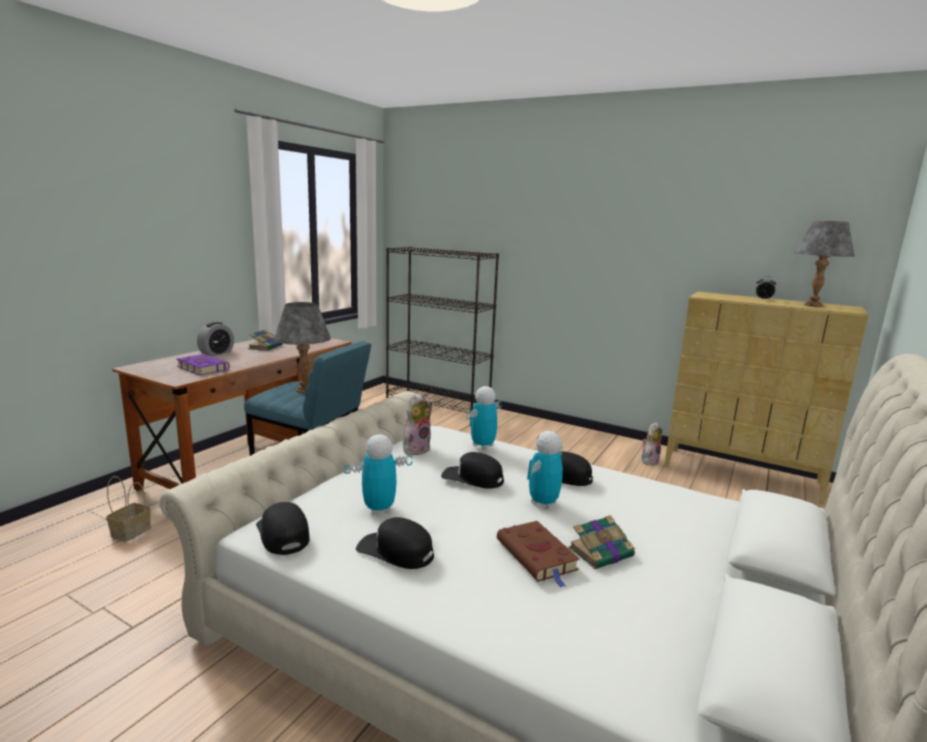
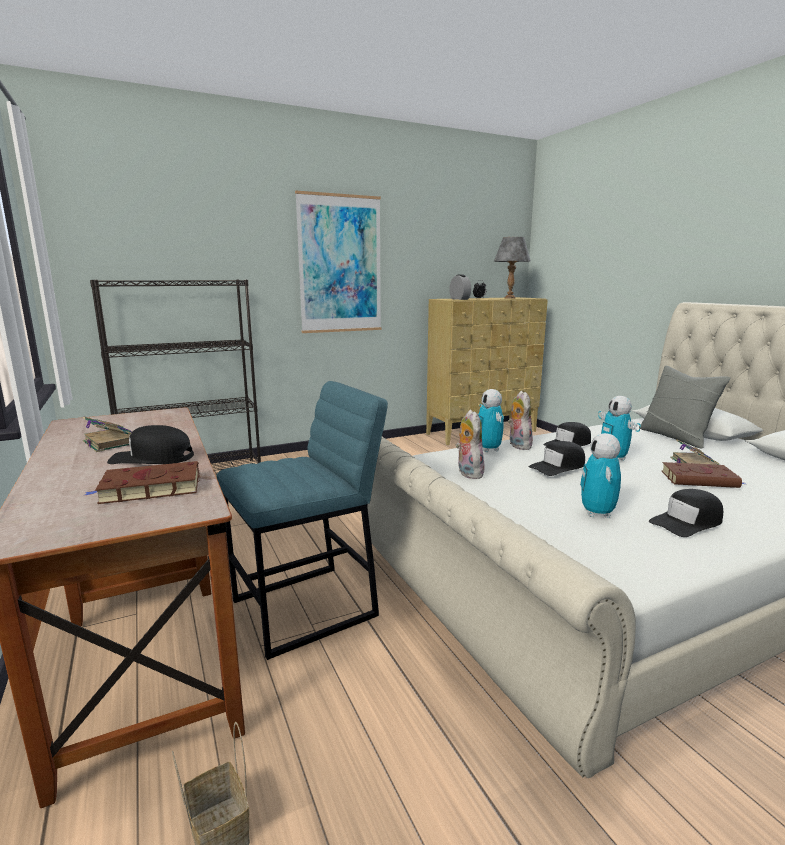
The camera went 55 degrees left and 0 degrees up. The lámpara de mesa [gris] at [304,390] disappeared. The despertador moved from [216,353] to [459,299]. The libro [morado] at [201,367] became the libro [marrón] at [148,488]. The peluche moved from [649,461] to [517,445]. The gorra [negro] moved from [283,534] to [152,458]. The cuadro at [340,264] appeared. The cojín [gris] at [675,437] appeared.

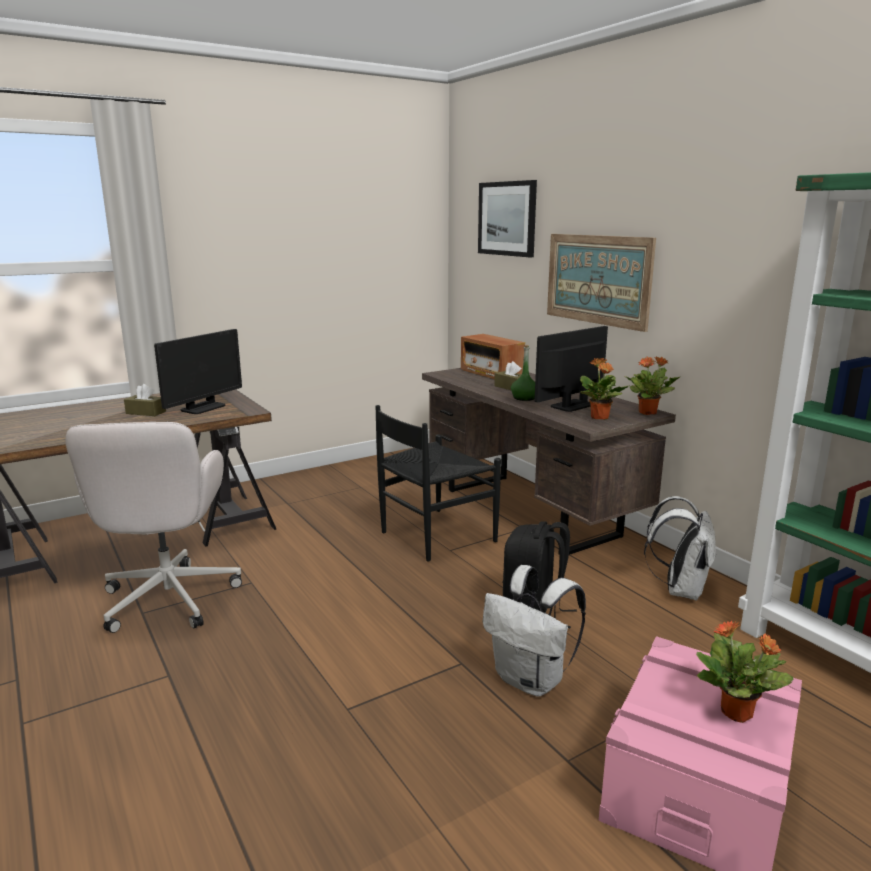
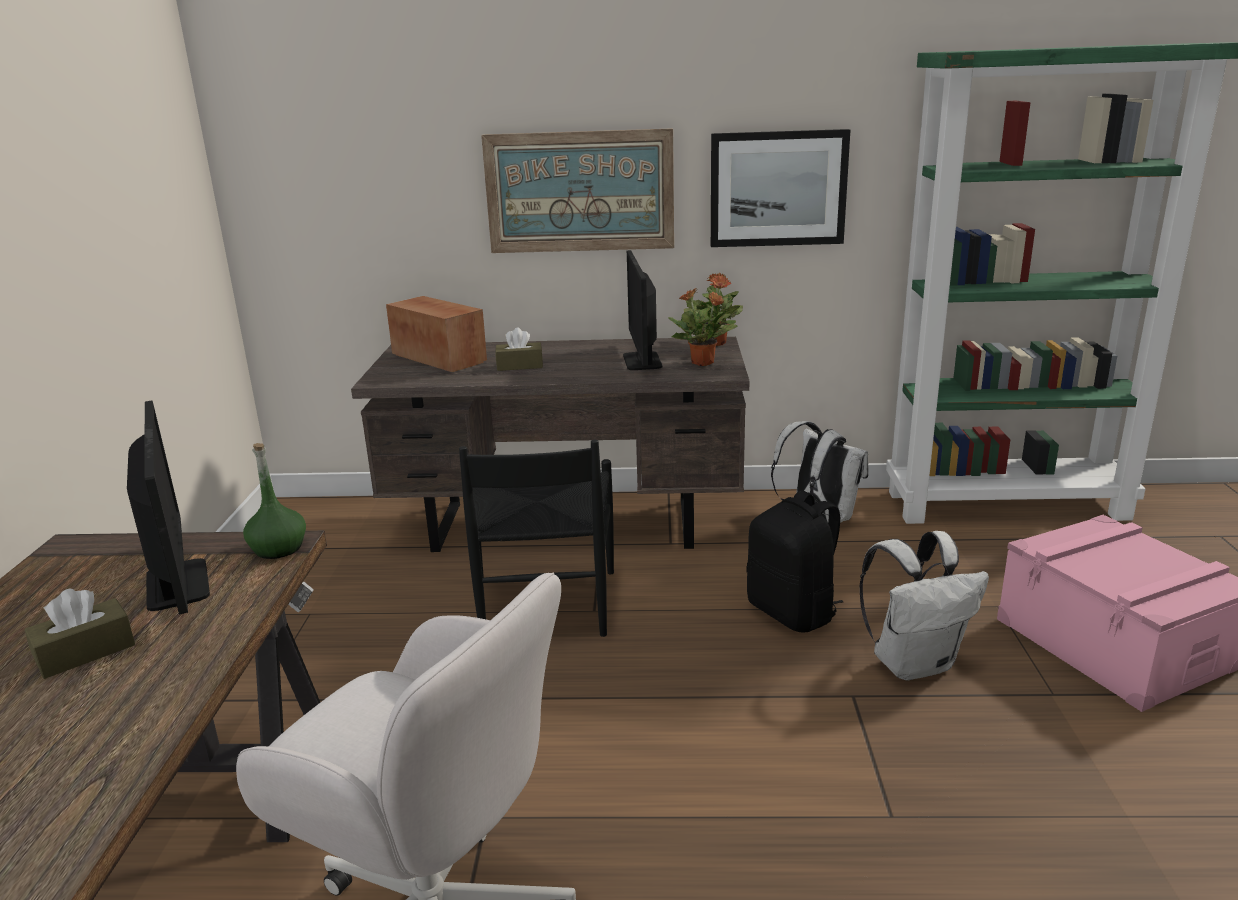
The camera went 55 degrees left and 5 degrees up. The cuadro moved from [507,218] to [778,189]. The radio at [491,374] turned 135 degrees counterclockwise. The botella [verde] moved from [524,398] to [279,548]. The planta en maceta at [737,713] disappeared.

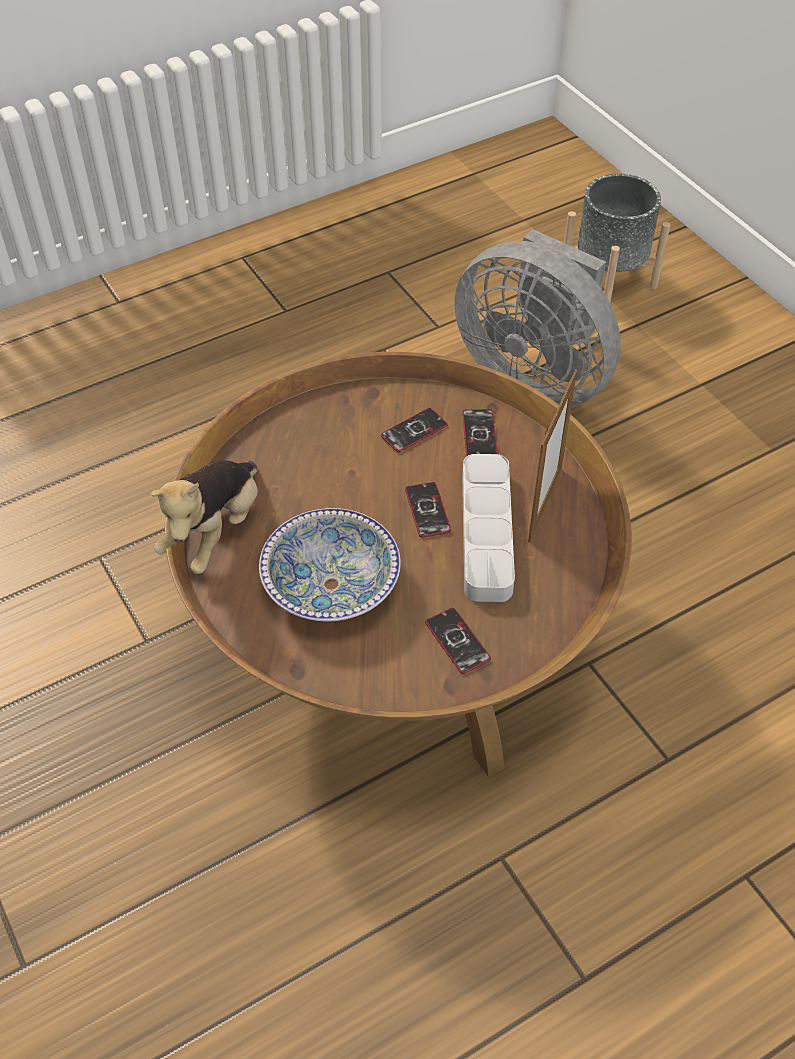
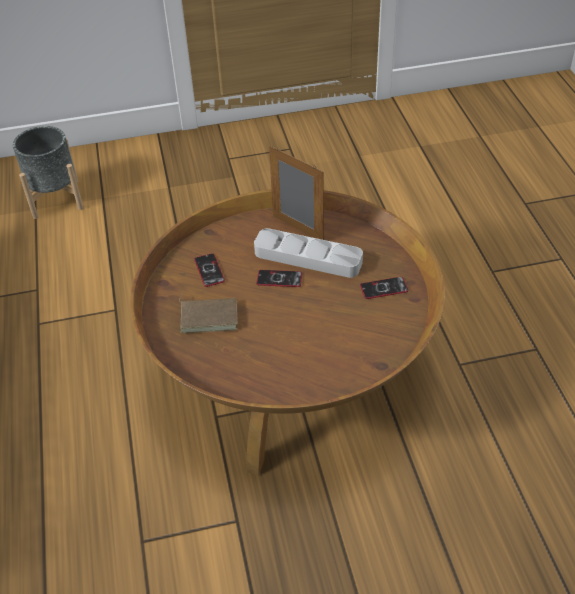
The camera went 70 degrees left and 5 degrees down. The ventilador [gris] at [535,377] disappeared. The móvil at [479,434] disappeared. The peluche at [214,532] disappeared. The cuenco at [331,585] disappeared. The libro [marrón] at [209,316] appeared.

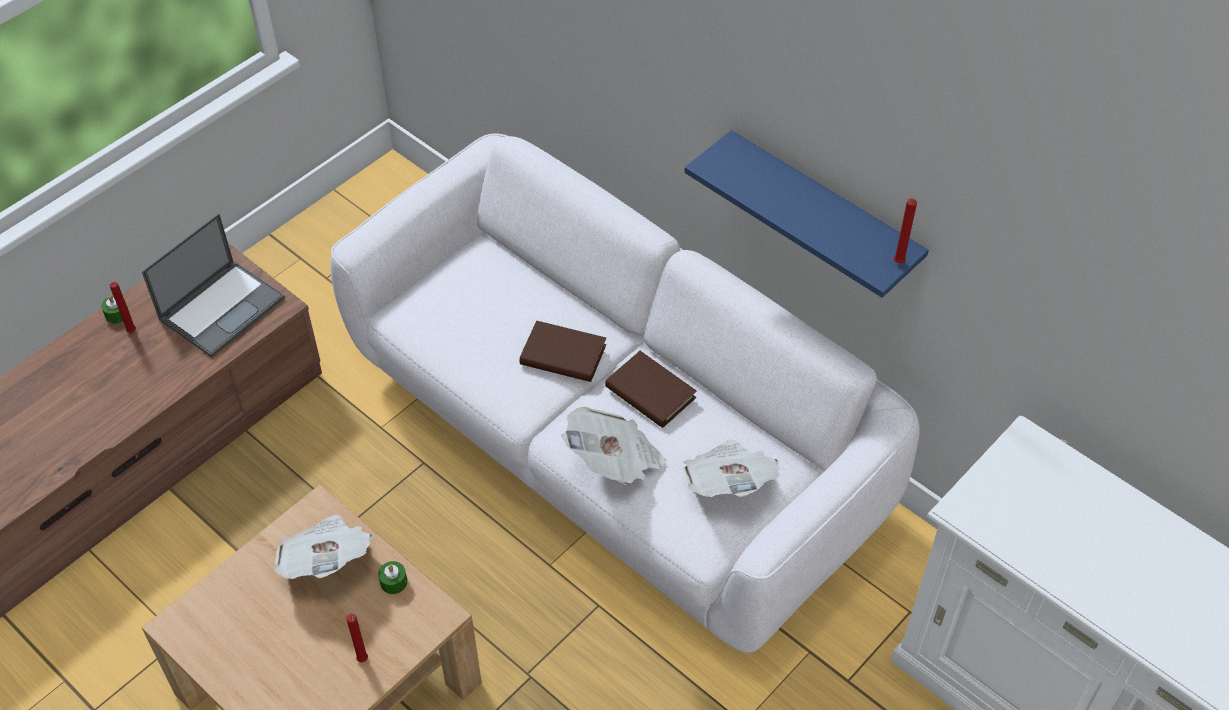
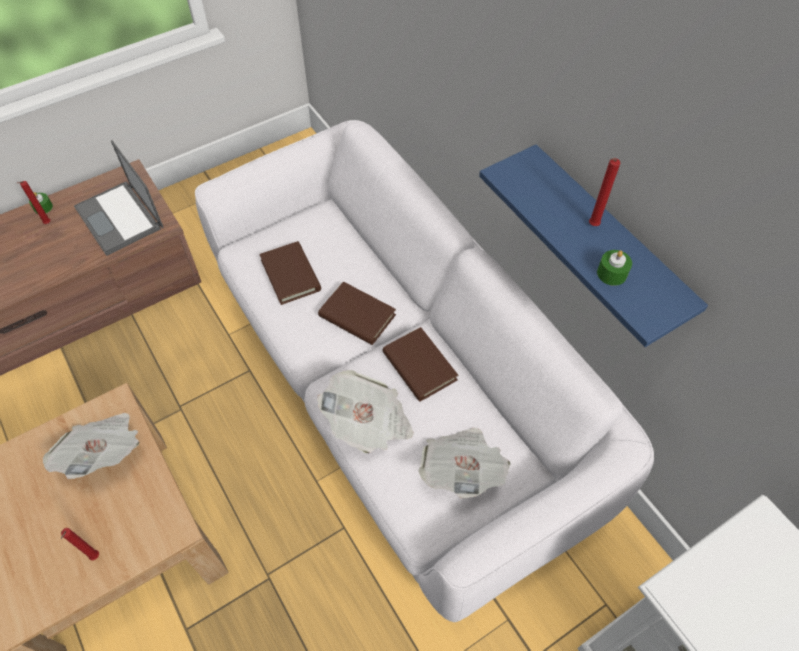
The camera went 15 degrees right and 5 degrees up. The vela [rojo] moved from [897,264] to [592,226]. The portátil at [223,307] turned 90 degrees clockwise. The vela [verde] moved from [393,582] to [611,273]. The libro [marrón] at [290,275] appeared.

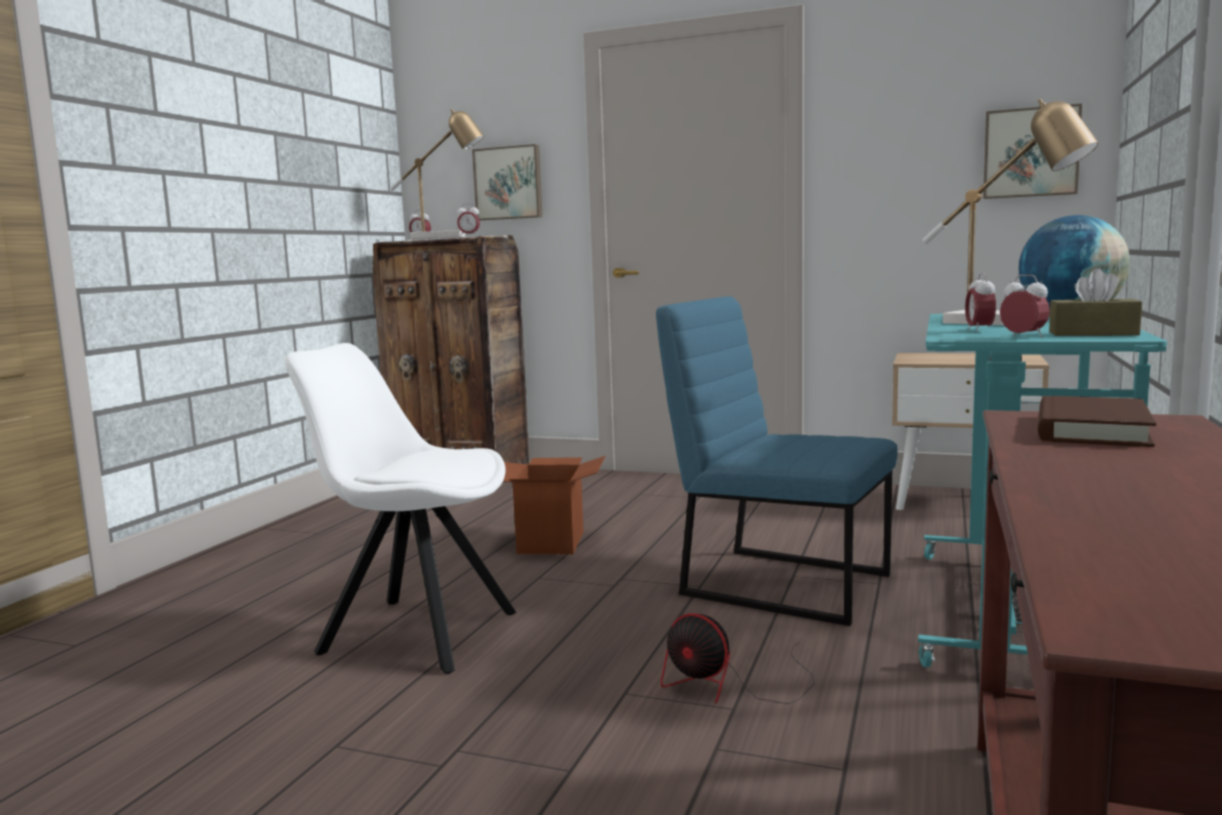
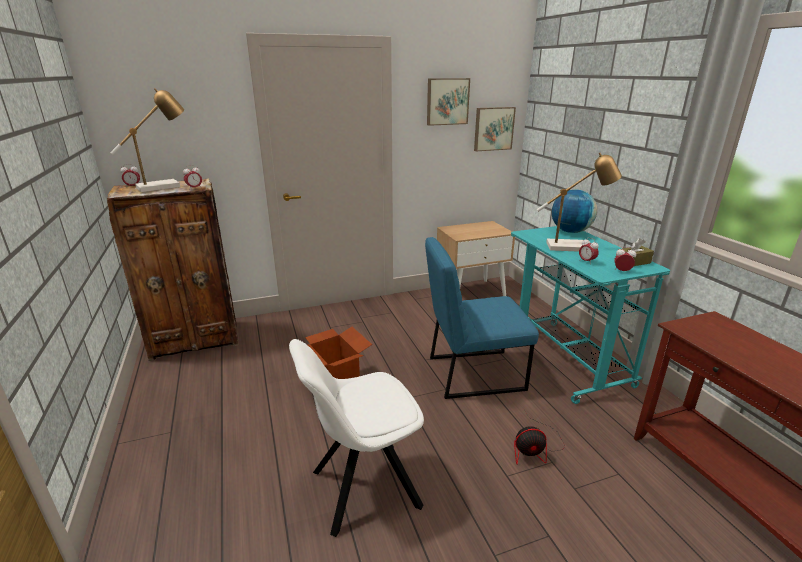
The camera went 40 degrees left and 15 degrees up. The cuadro moved from [509,183] to [447,101]. The libro [marrón] at [1091,430] disappeared.

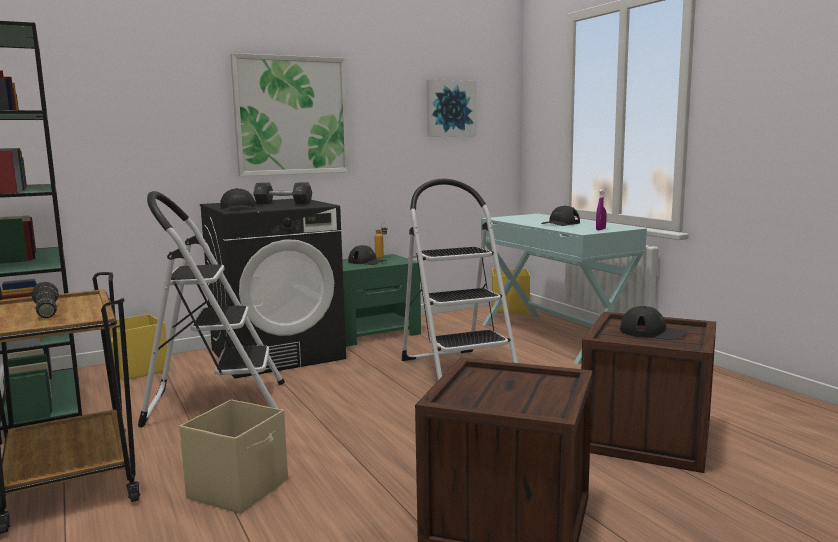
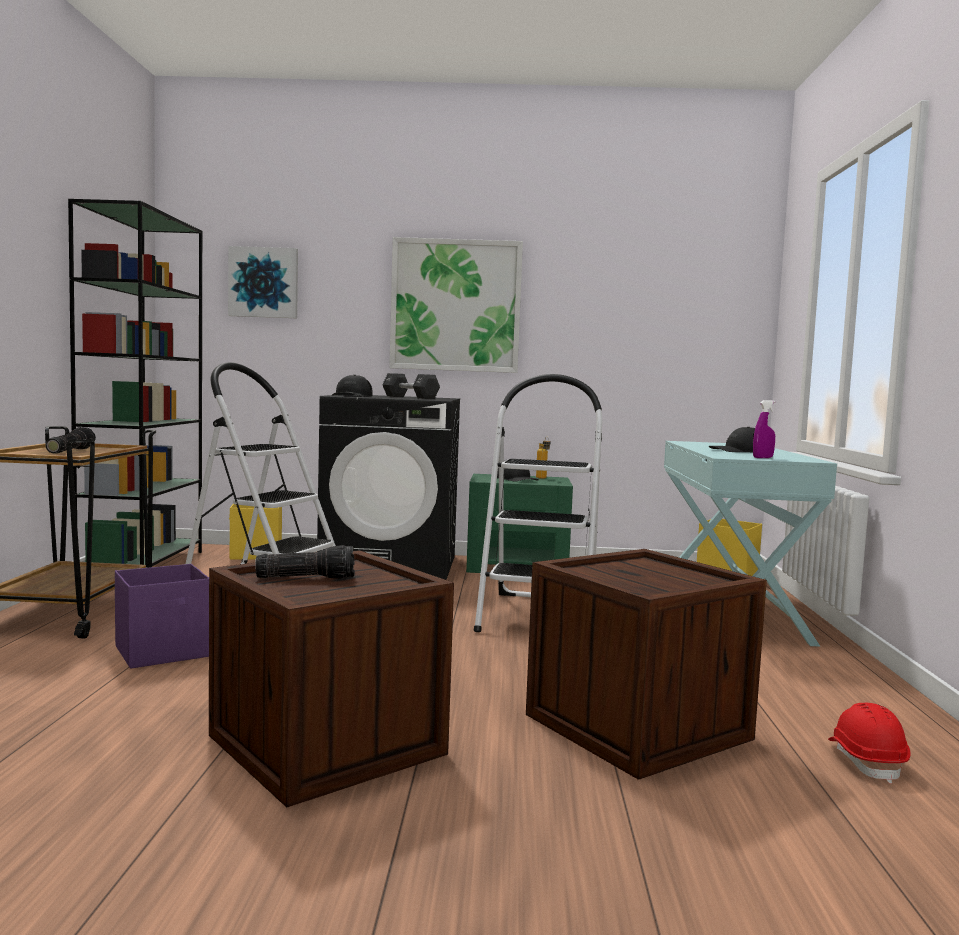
The camera went 30 degrees right and 5 degrees down. The cuadro moved from [450,108] to [263,282]. The gorra [negro] at [652,332] disappeared. The caja de almacenaje [beis] at [239,489] became the caja de almacenaje [morado] at [164,652]. The linterna at [307,578] appeared. The casco [rojo] at [866,761] appeared.

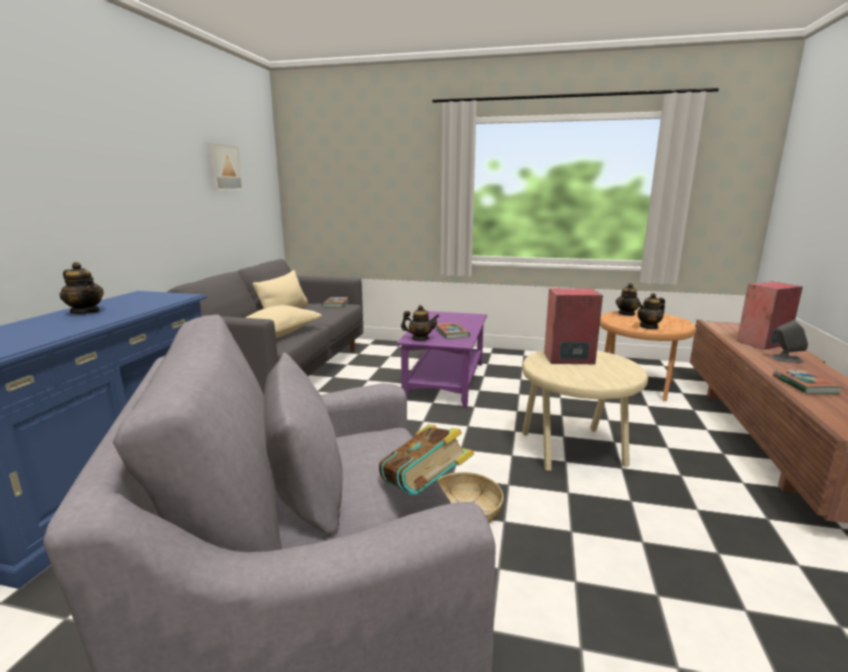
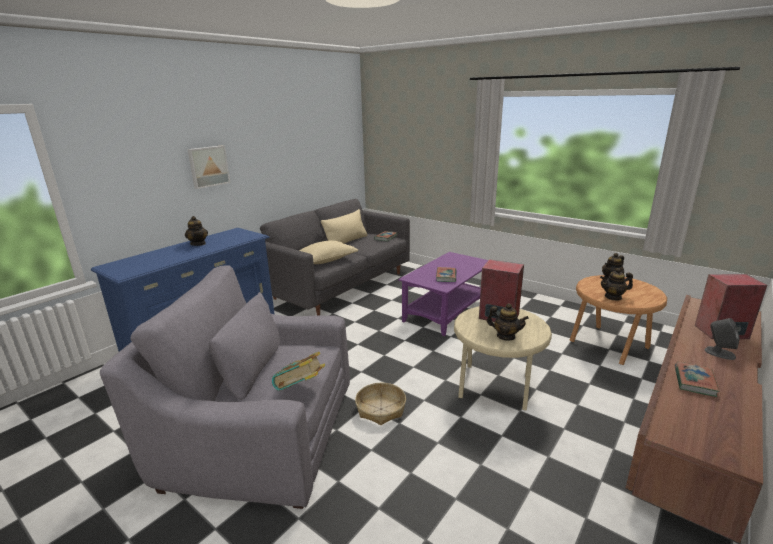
The camera went 25 degrees right and 5 degrees up. The cuadro moved from [223,167] to [208,166]. The tetera moved from [420,339] to [505,336].

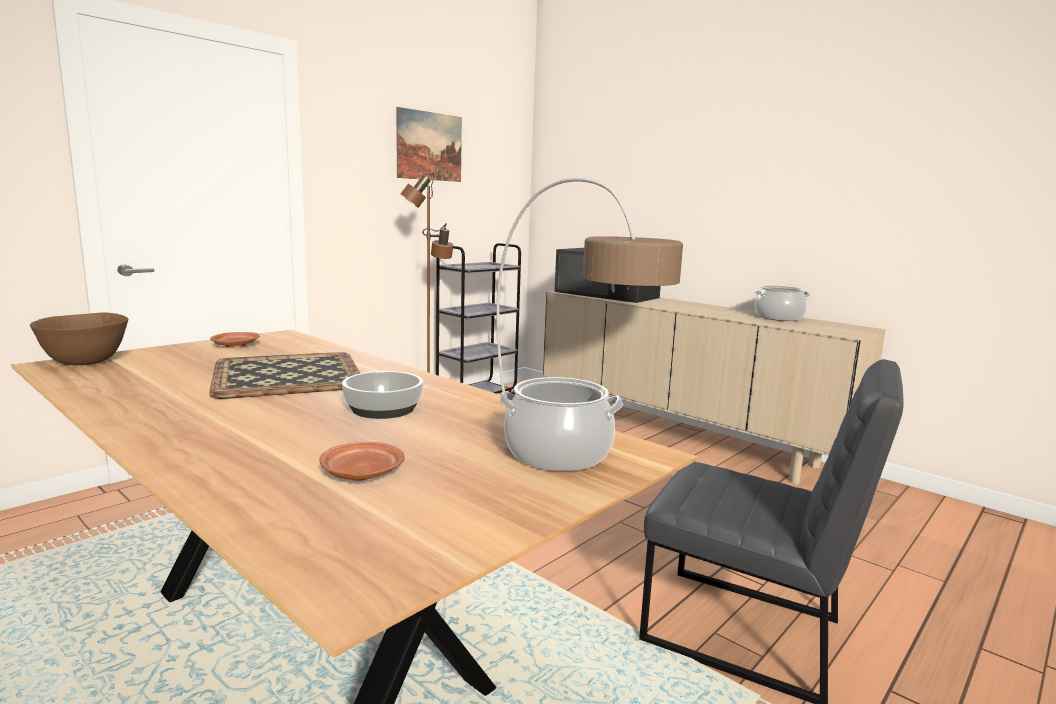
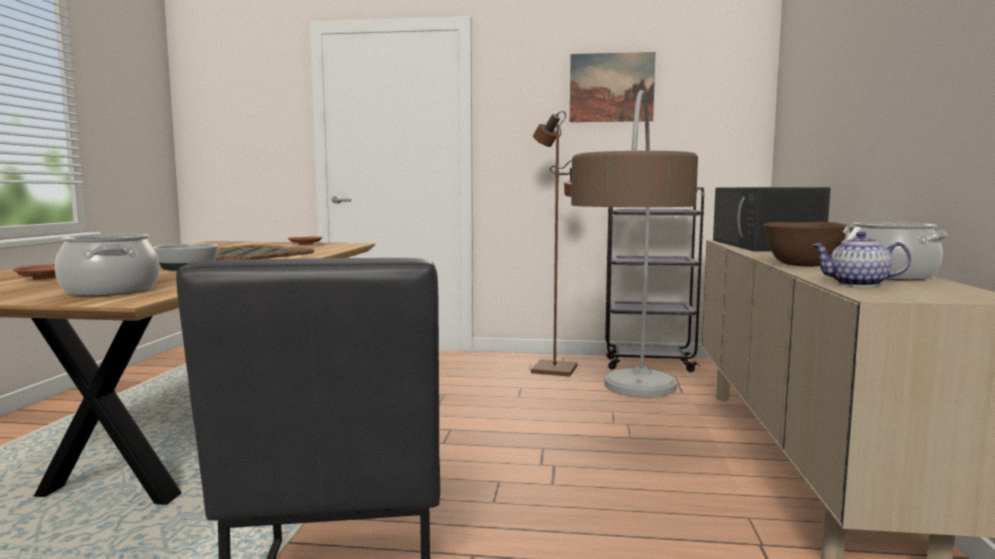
The camera went 55 degrees right and 5 degrees down. The cuenco [marrón] moved from [86,361] to [803,265]. The tetera at [857,284] appeared.

